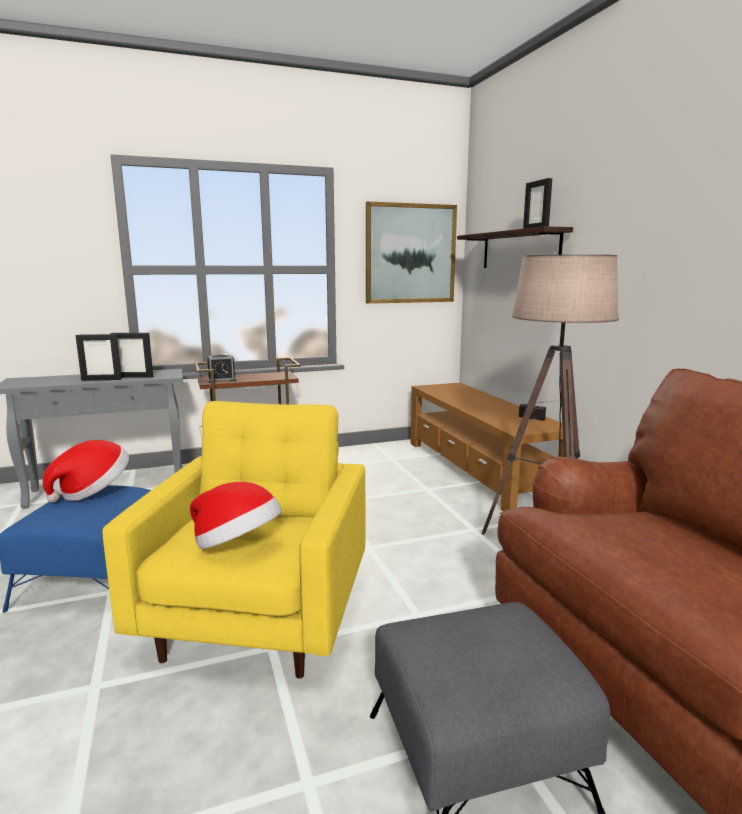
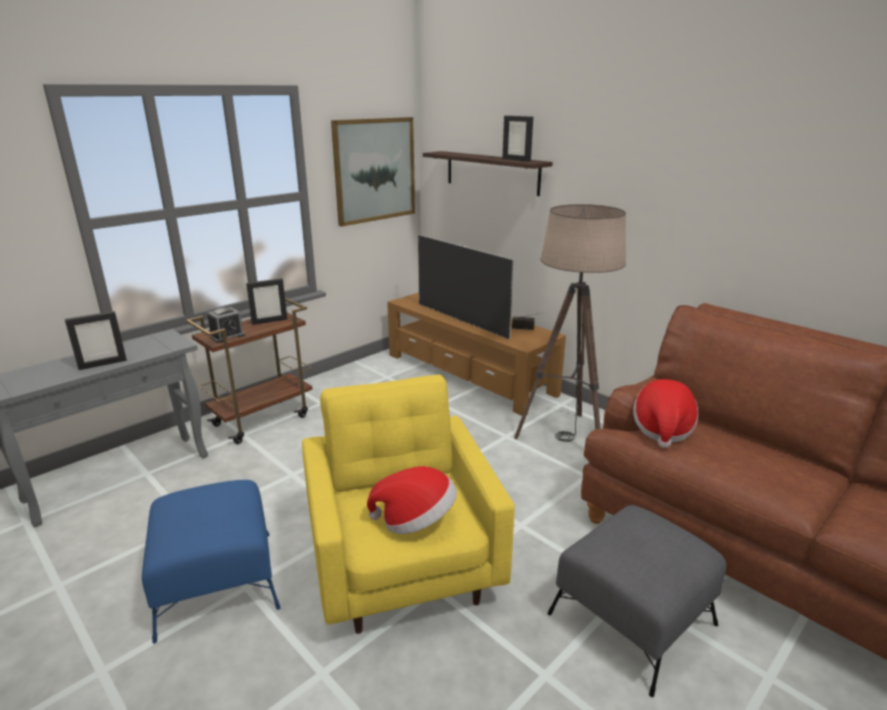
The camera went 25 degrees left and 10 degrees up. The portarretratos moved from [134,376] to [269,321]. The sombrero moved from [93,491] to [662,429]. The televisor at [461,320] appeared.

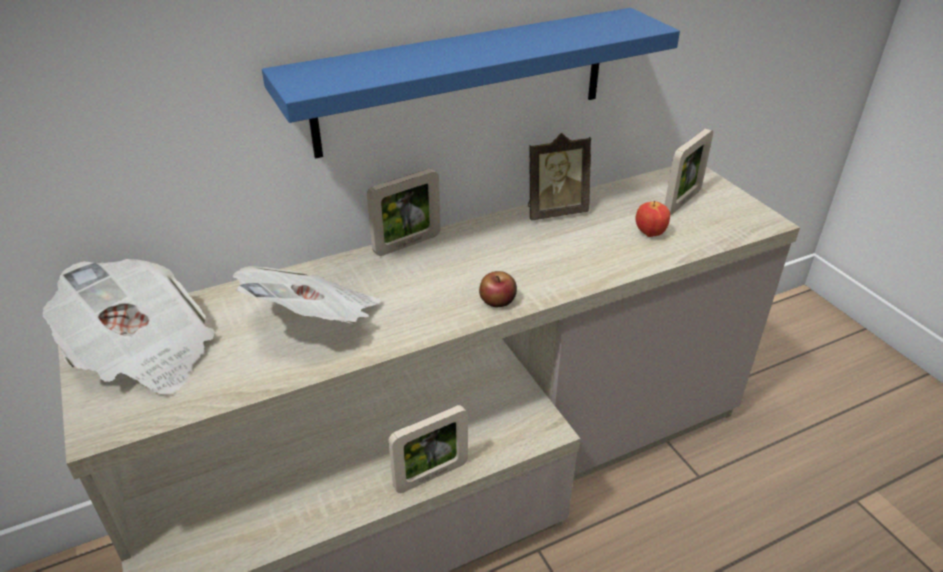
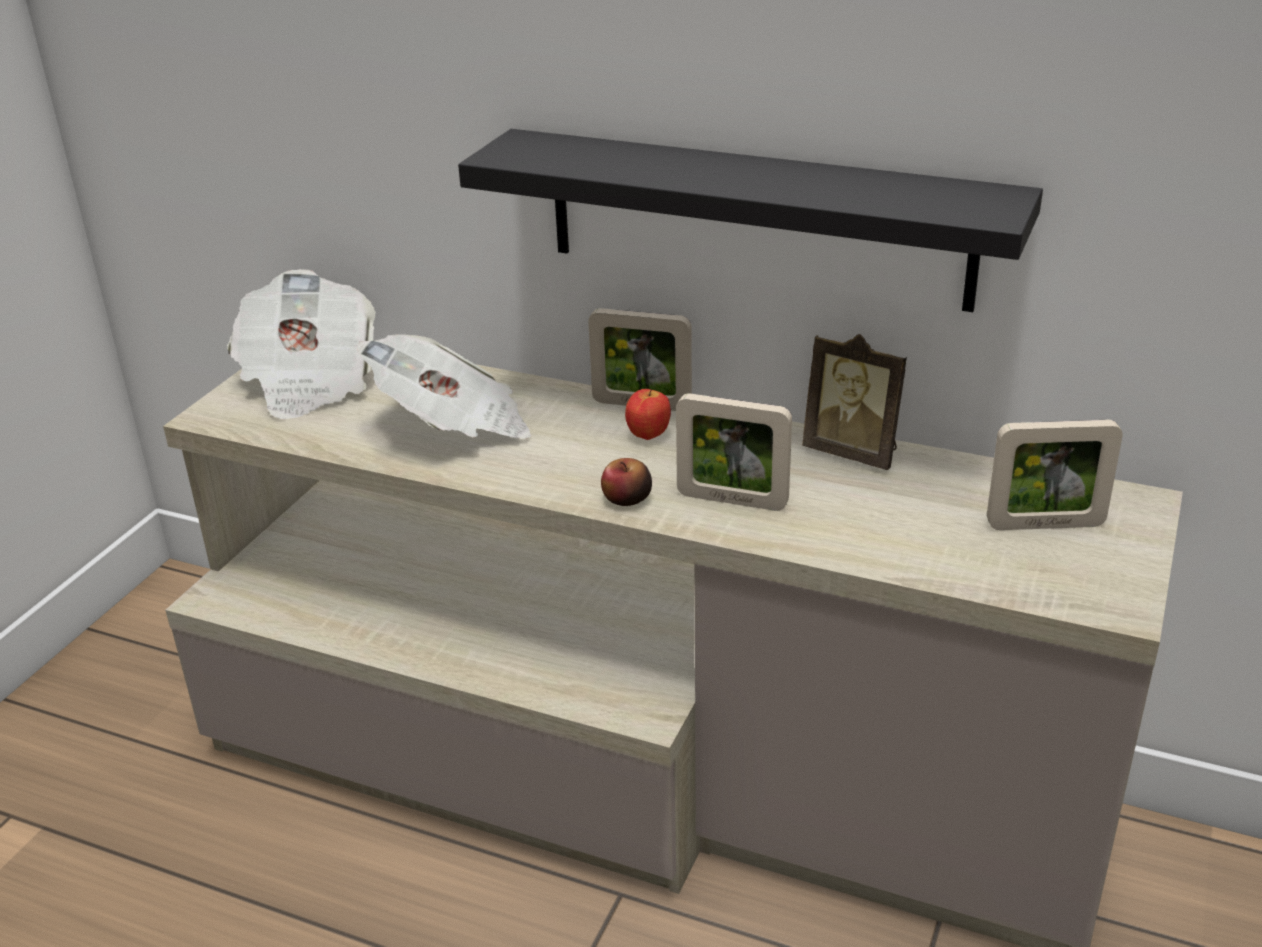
The camera went 50 degrees right and 5 degrees down. The estante [azul] at [464,81] became the estante [negro] at [757,219]. The manzana moved from [649,234] to [648,435]. The portarretratos moved from [431,475] to [732,500].

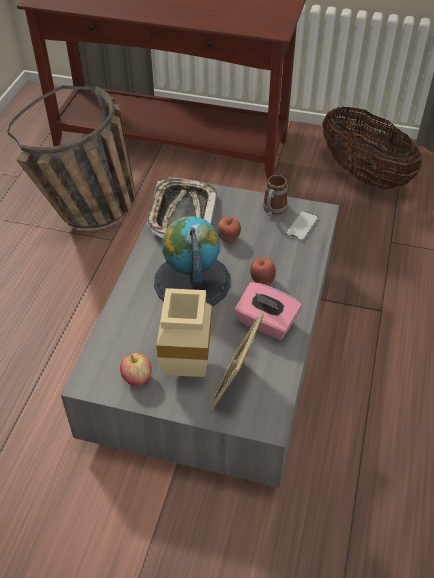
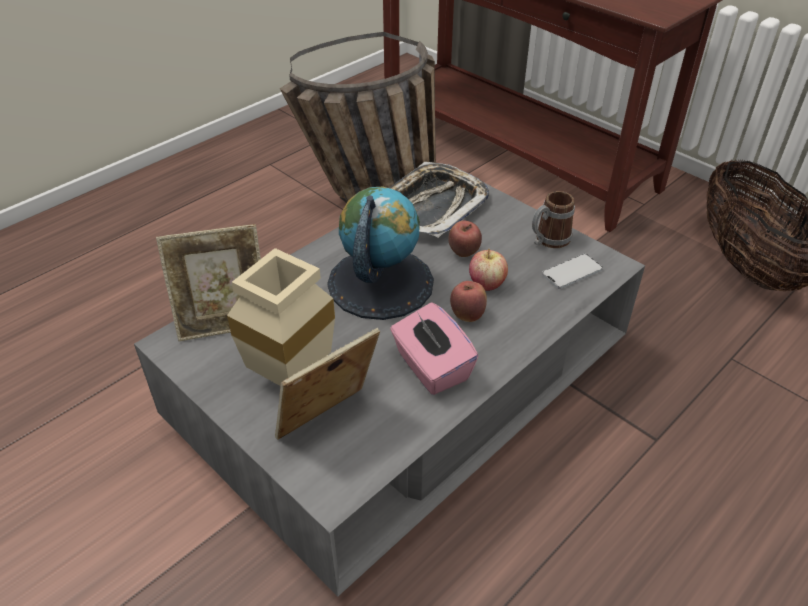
The camera went 30 degrees right and 5 degrees down. The manzana moved from [137,378] to [486,284]. The portarretratos at [225,322] appeared.

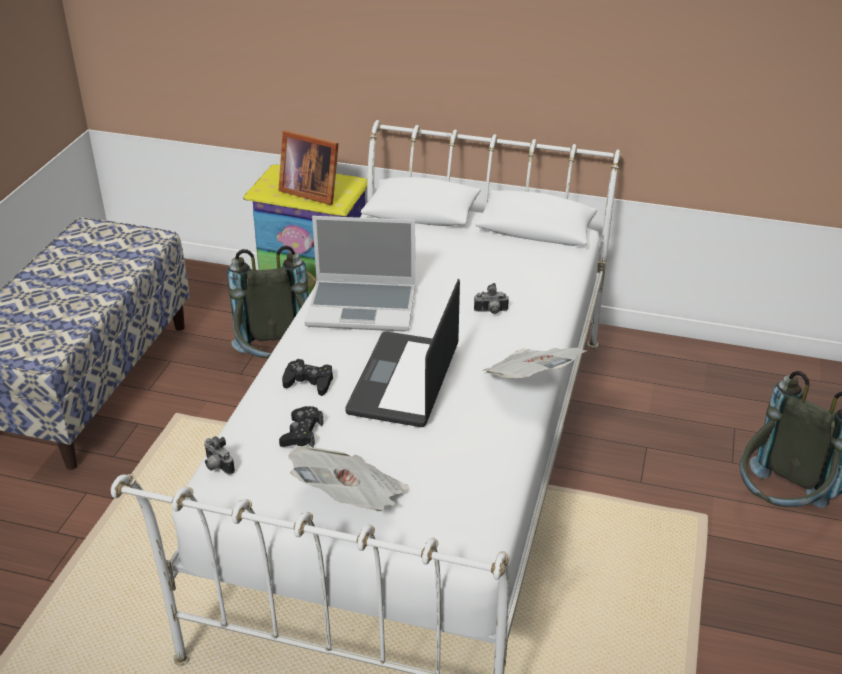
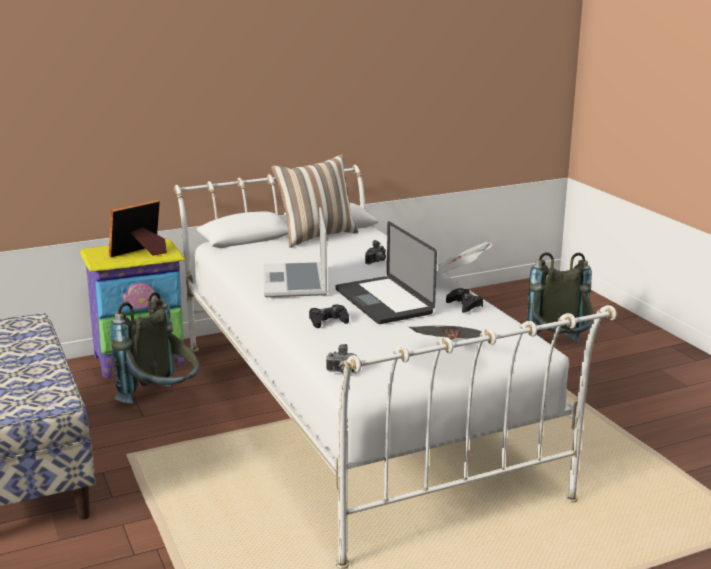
The camera went 40 degrees left and 15 degrees down. The portarretratos at [310,191] turned 150 degrees clockwise. The portátil at [363,306] turned 120 degrees clockwise. The mando de consola [negro] moved from [302,433] to [464,305]. The cojín at [316,236] appeared.

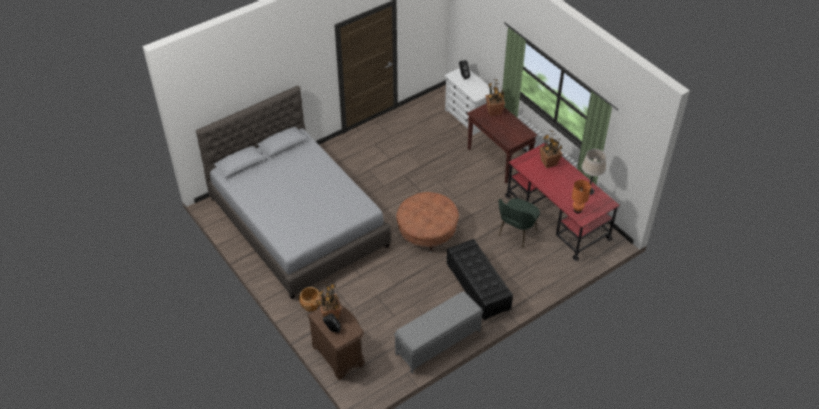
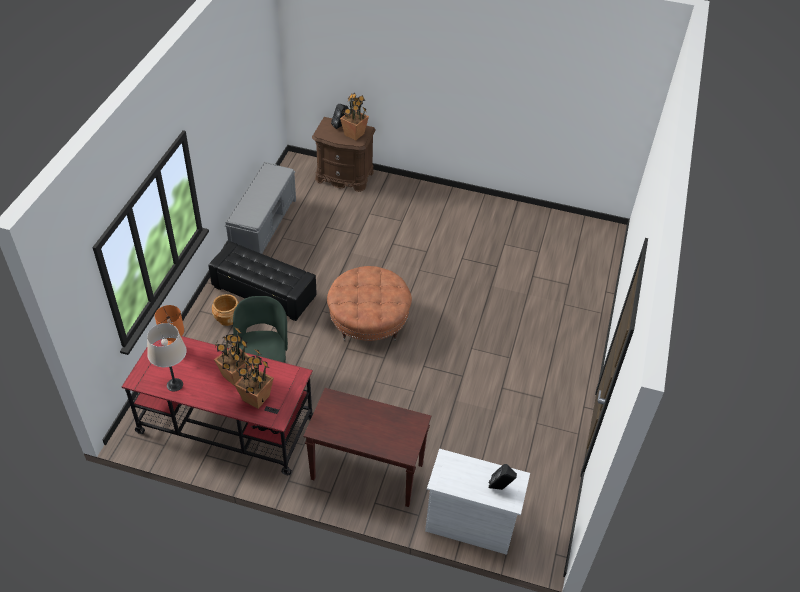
The camera went 140 degrees right and 0 degrees up. The planta en maceta moved from [494,112] to [235,376]. The cama [gris] at [298,222] disappeared. The maceta [marrón] moved from [311,305] to [227,318].

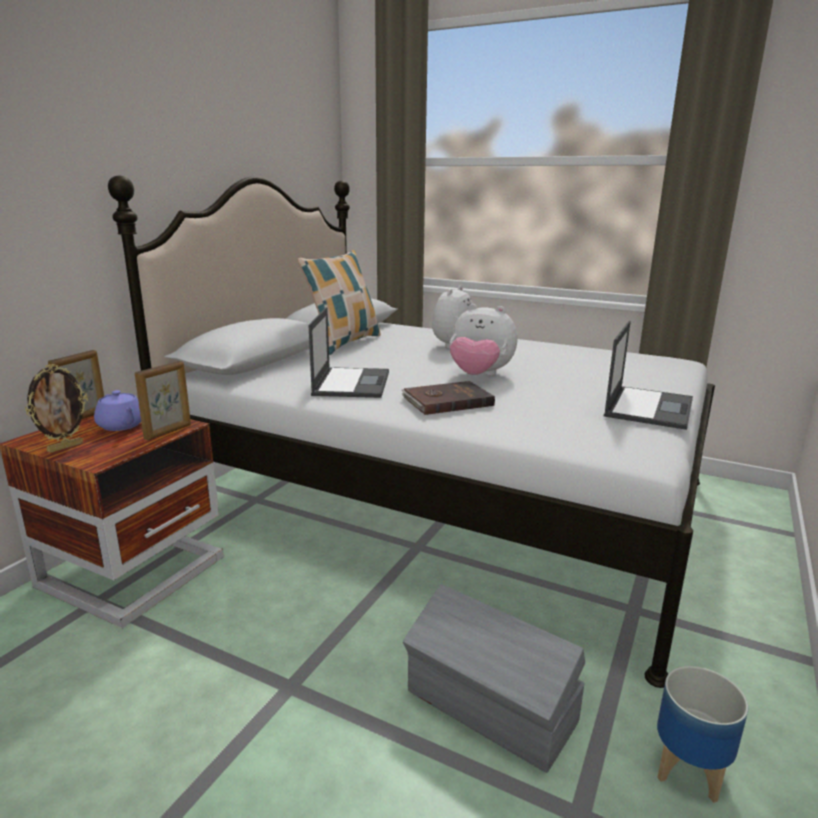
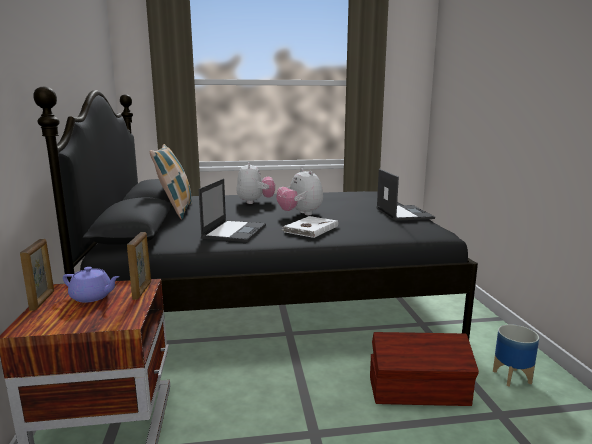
The camera went 35 degrees left and 5 degrees down. The cama [blanco] at [445,500] became the cama [negro] at [273,304]. The peluche at [479,376] turned 75 degrees clockwise. The portátil at [351,383] turned 45 degrees clockwise. The portarretratos at [65,447] disappeared. The libro [marrón] at [446,401] became the libro [blanco] at [310,229]. The caja de almacenaje [gris] at [491,708] became the caja de almacenaje [marrón] at [419,392].

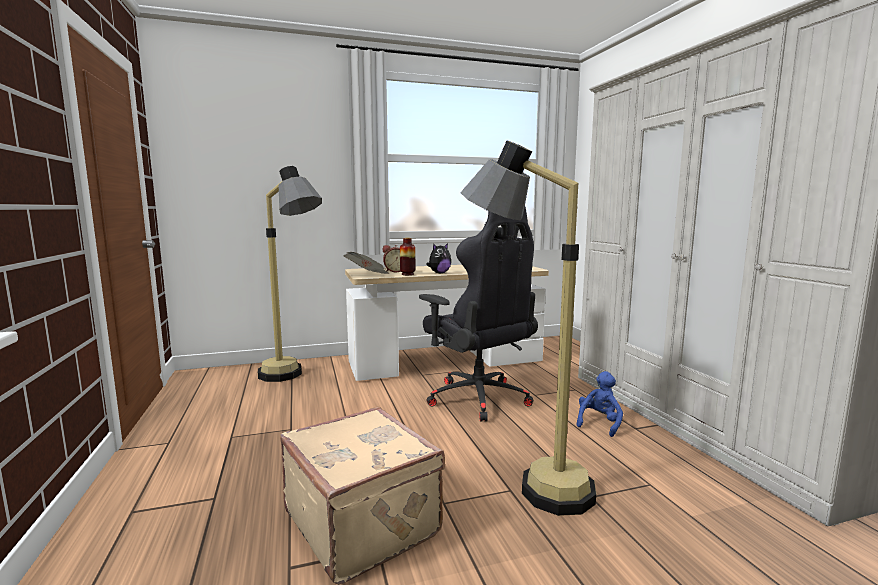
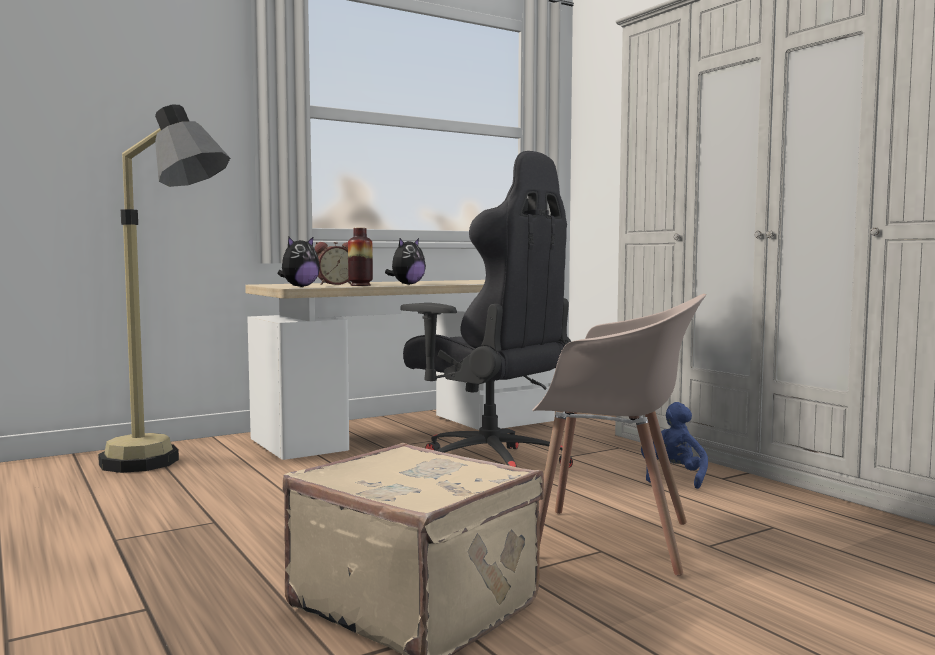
The camera went 15 degrees left and 5 degrees down. The lámpara de pie at [525,481] was replaced by the silla [beis] at [615,541]. The periódico at [368,275] was replaced by the peluche at [299,286].

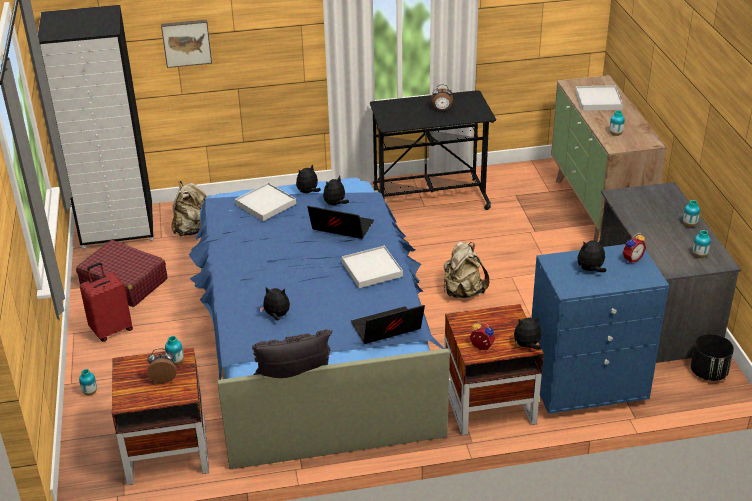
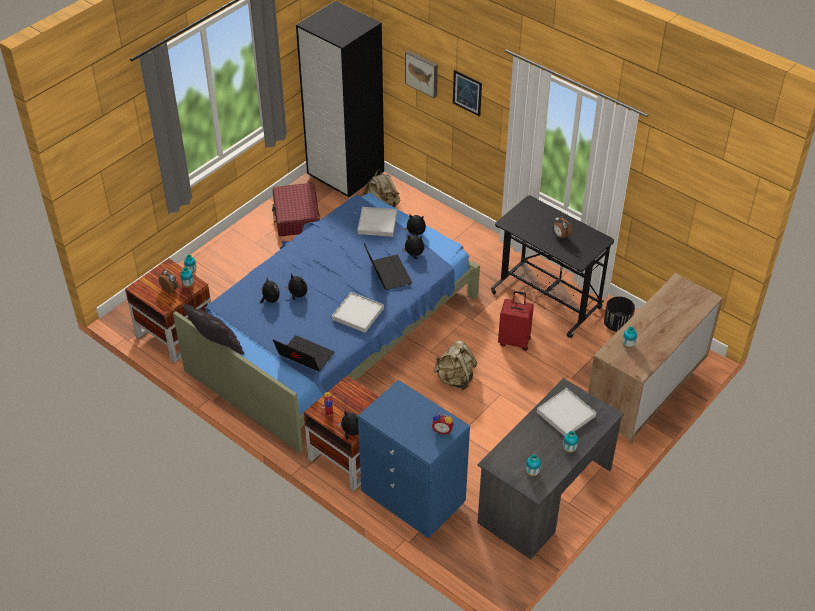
The camera went 50 degrees right and 10 degrees up. The bandeja [blanco] moved from [598,100] to [566,414]. The peluche moved from [590,270] to [297,295]. The maleta [rojo] moved from [111,330] to [514,341]. The maceta [negro] moved from [708,372] to [617,325]. The cuadro at [467,93] appeared.

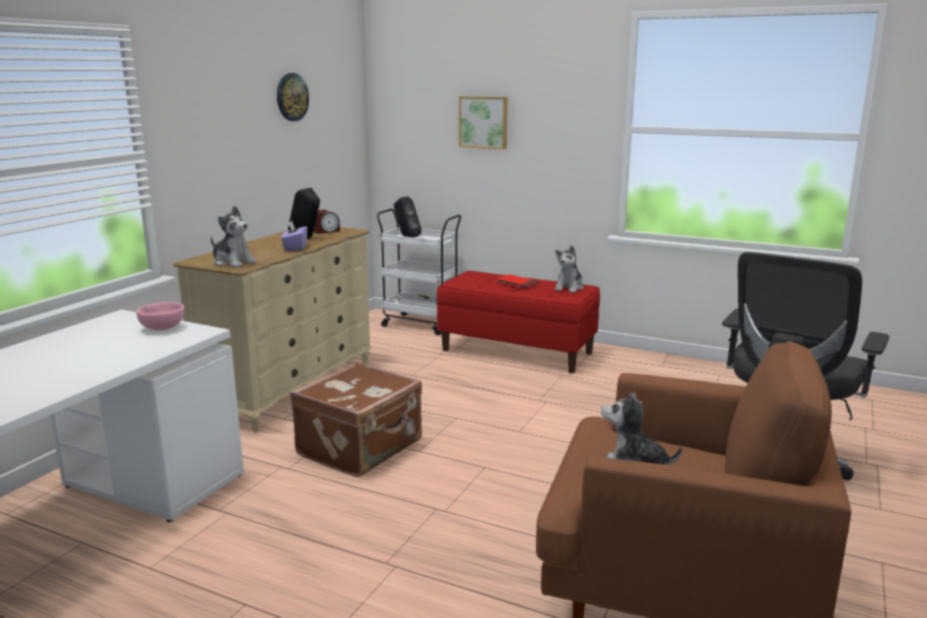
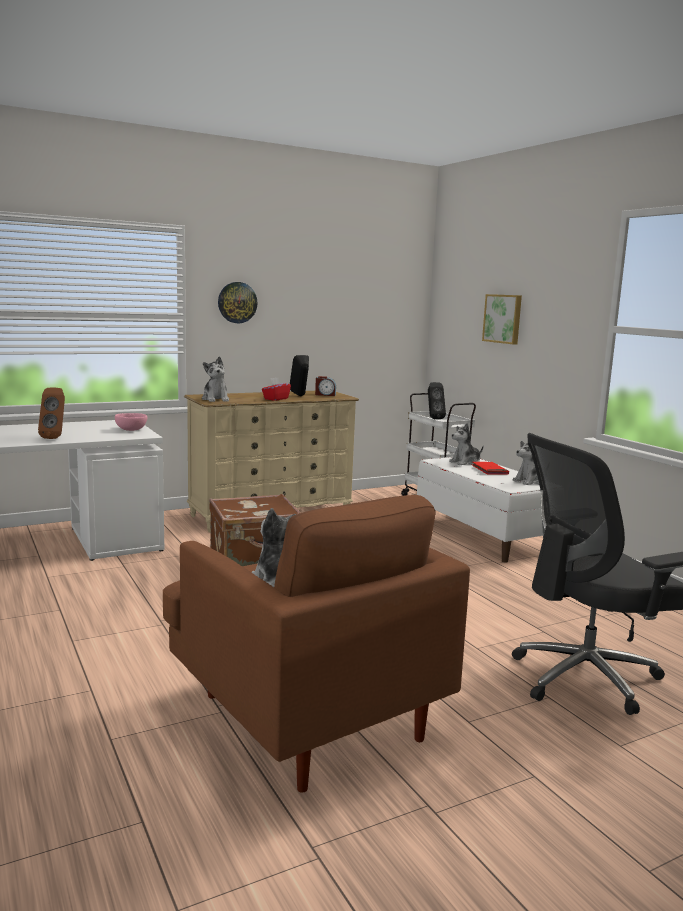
The camera went 35 degrees right and 5 degrees down. The reloj de pared moved from [291,97] to [237,302]. The caja de pañuelos [morado] at [295,248] became the caja de pañuelos [rojo] at [275,399]. The banco [rojo] at [517,351] became the banco [blanco] at [482,536]. The altavoz [marrón] at [55,438] appeared. The peluche at [465,462] appeared.

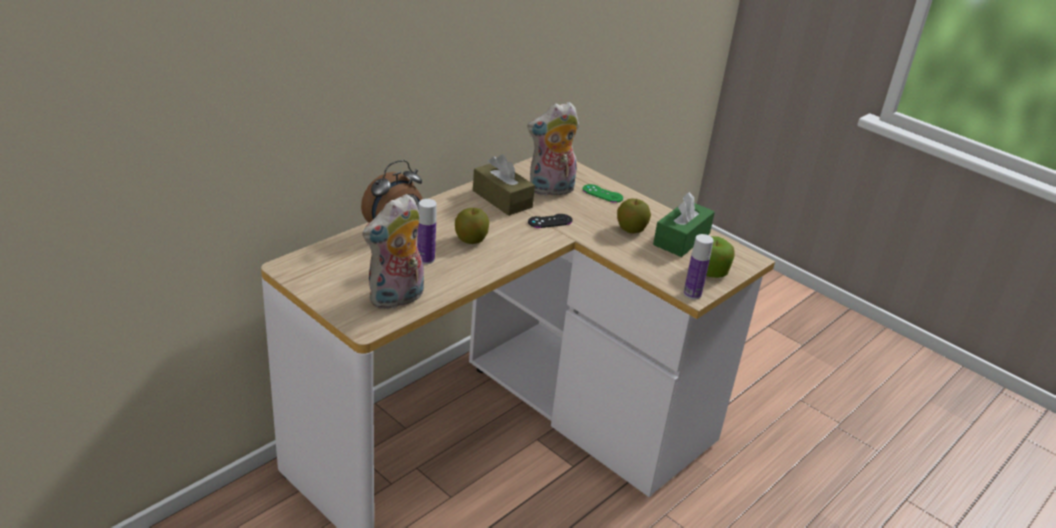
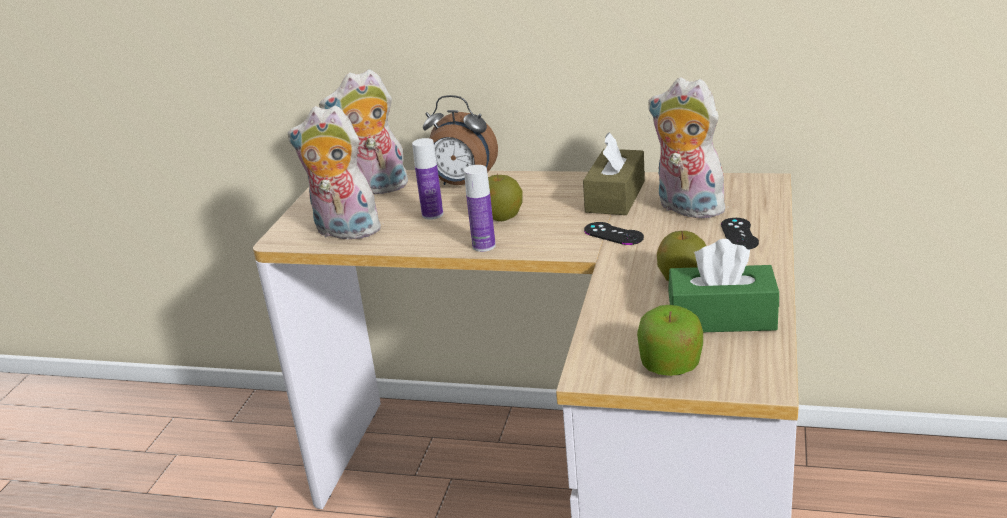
The camera went 65 degrees right and 5 degrees down. The mando de consola [verde] at [602,194] became the mando de consola [negro] at [739,234]. The botella moved from [692,294] to [484,246]. The peluche at [375,189] appeared.

